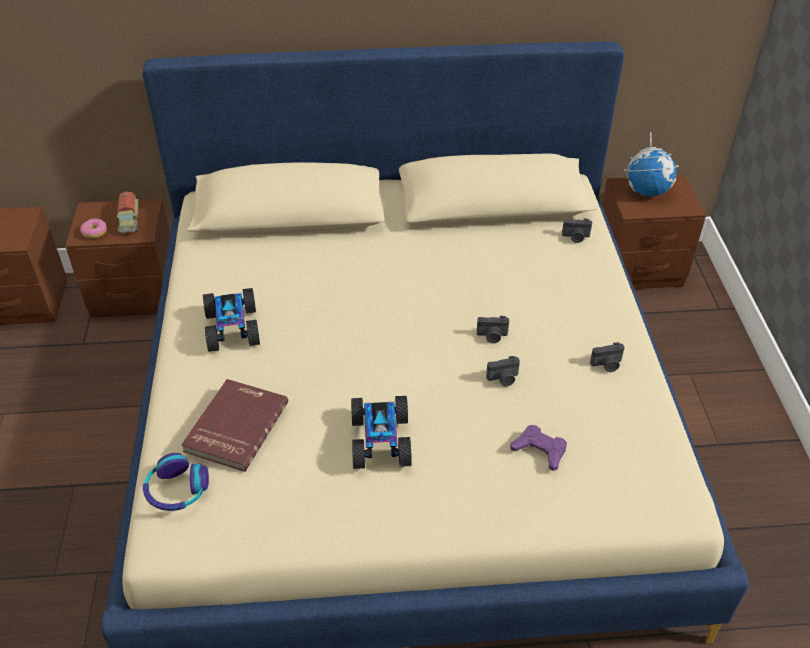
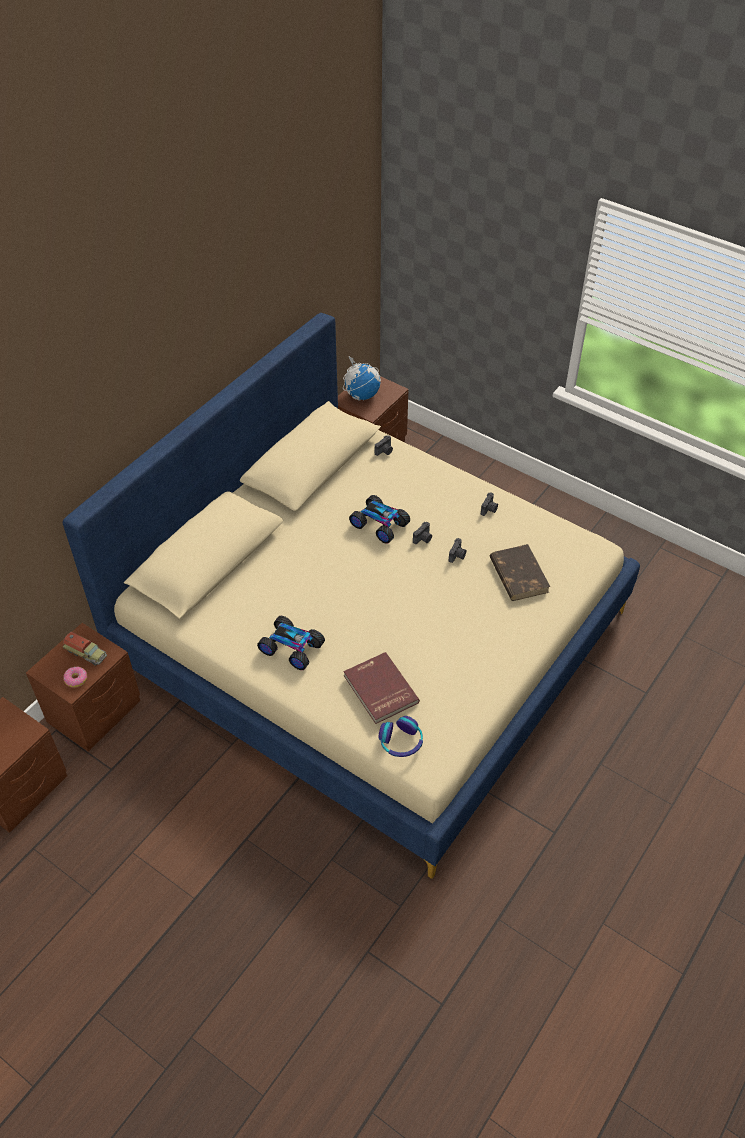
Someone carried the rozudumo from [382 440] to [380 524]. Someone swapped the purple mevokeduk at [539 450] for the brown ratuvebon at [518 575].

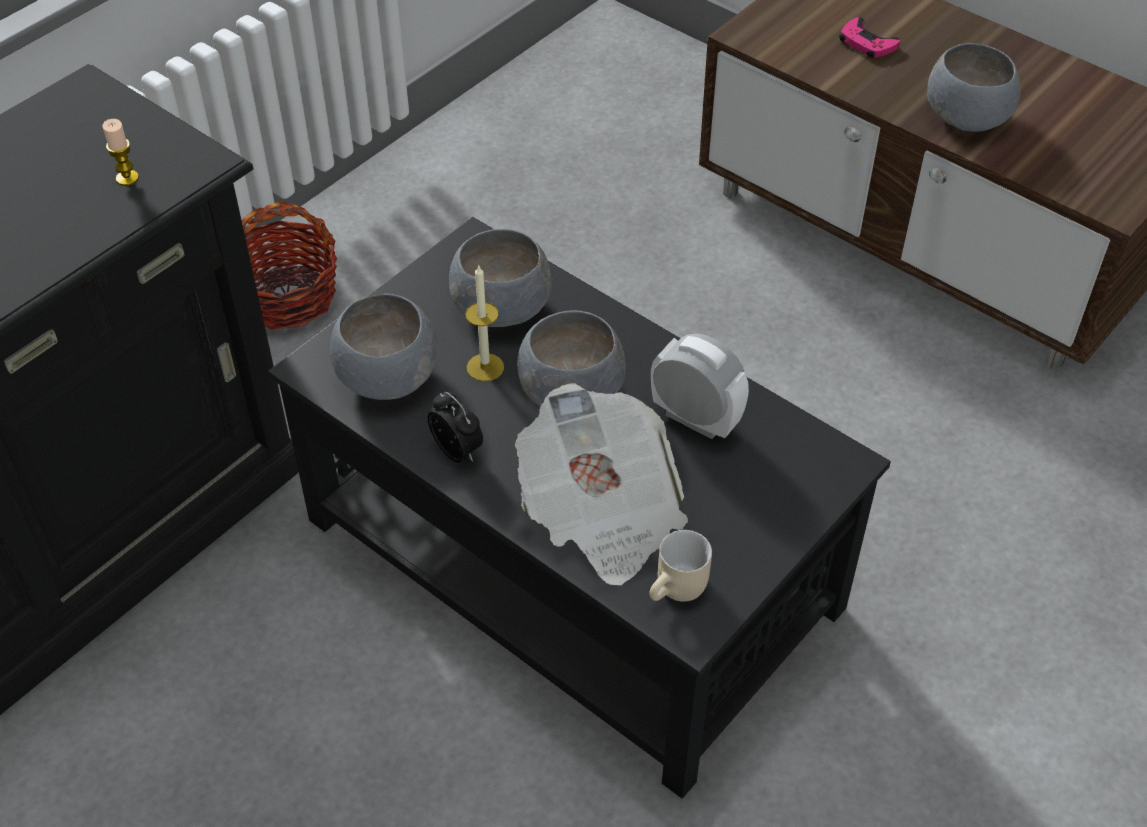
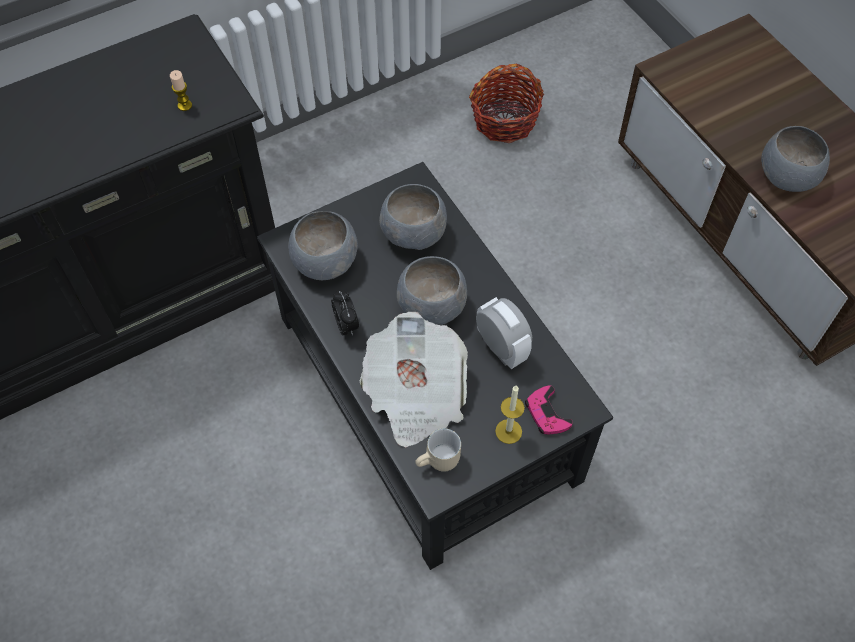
Someone carried the pink mevokeduk from [866 43] to [547 413]. Someone carried the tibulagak from [287 296] to [504 120]. Someone carried the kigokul from [485 367] to [508 431].

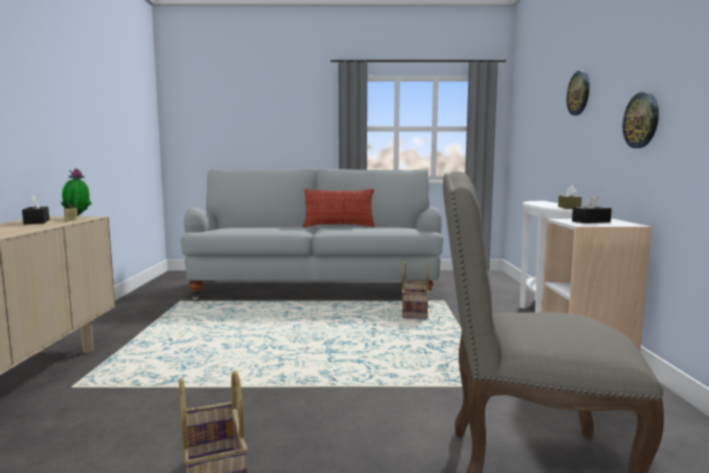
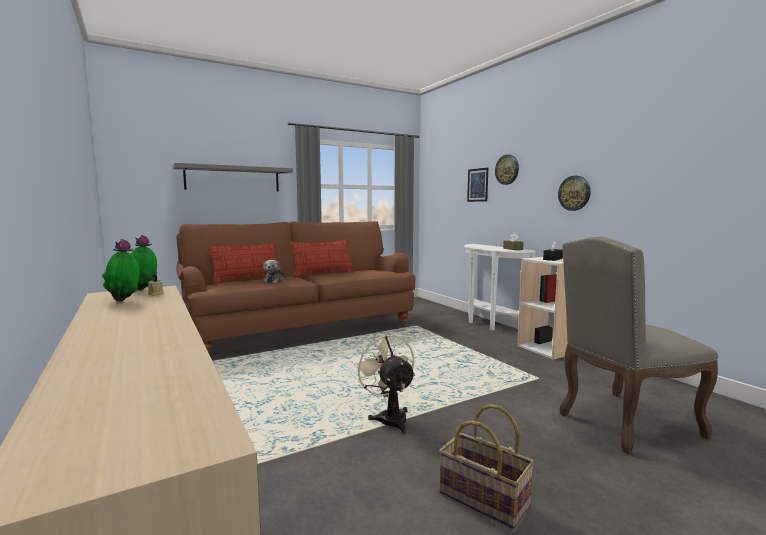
Someone repainted the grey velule at [317 286], which became the brown velule at [301 329]. Someone swapped the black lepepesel at [36 222] for the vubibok at [125 300]. Someone took away the tibulagak at [414 312]. Someone put up the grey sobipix at [233 179]. Someone put up the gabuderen at [477 185]. Someone put down the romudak at [247 279]. Someone put down the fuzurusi at [274 281]. Someone put down the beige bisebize at [389 417].

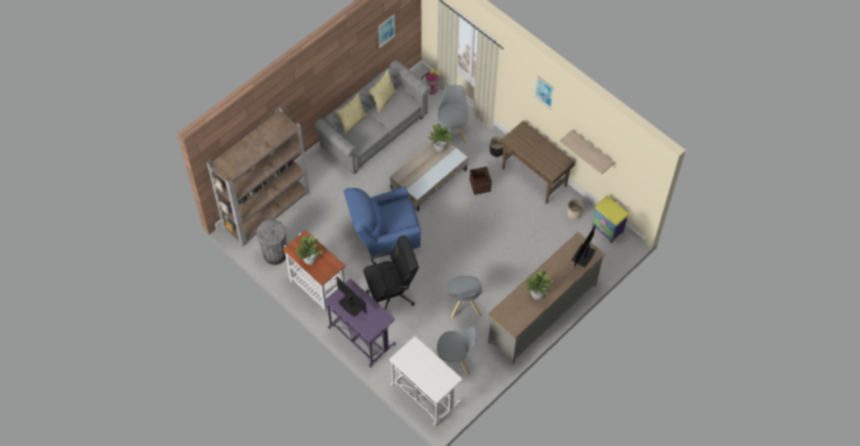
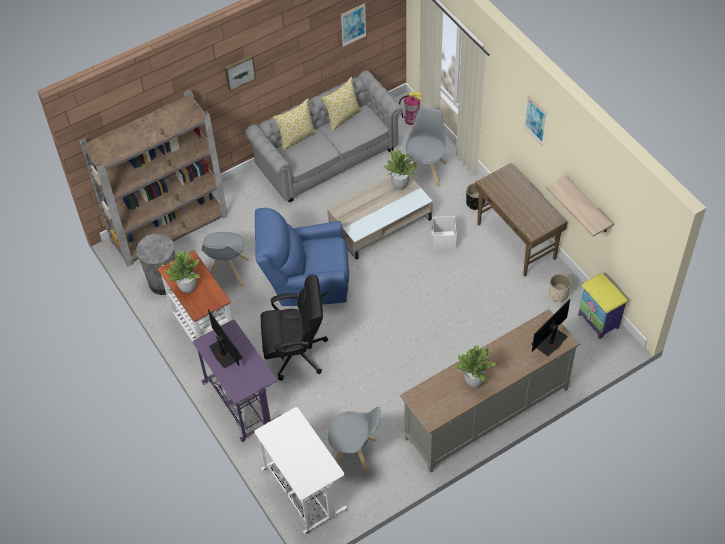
Someone repainted the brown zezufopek at [480 186], which became the white zezufopek at [443 241]. Someone carried the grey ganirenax from [464 306] to [227 272]. Someone put up the gabuderen at [239 72].

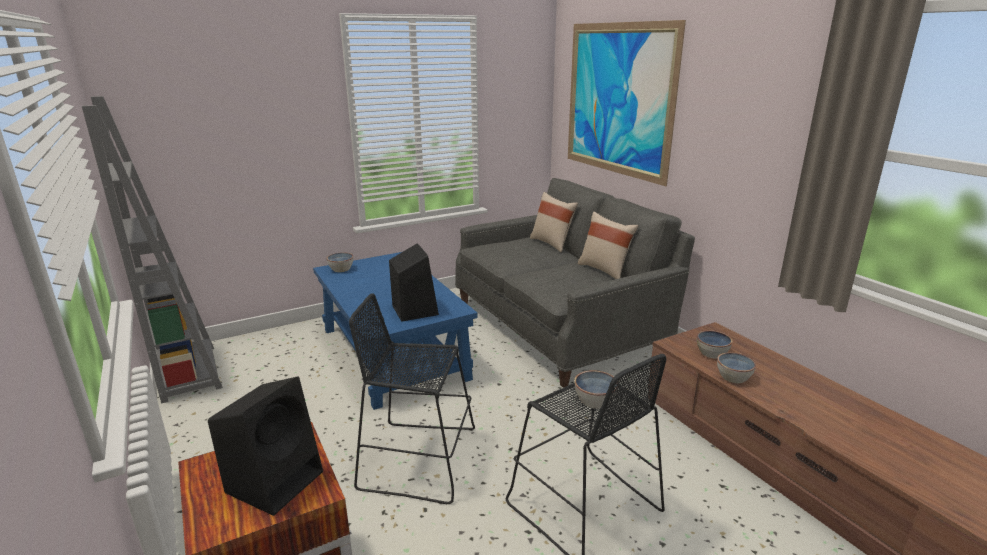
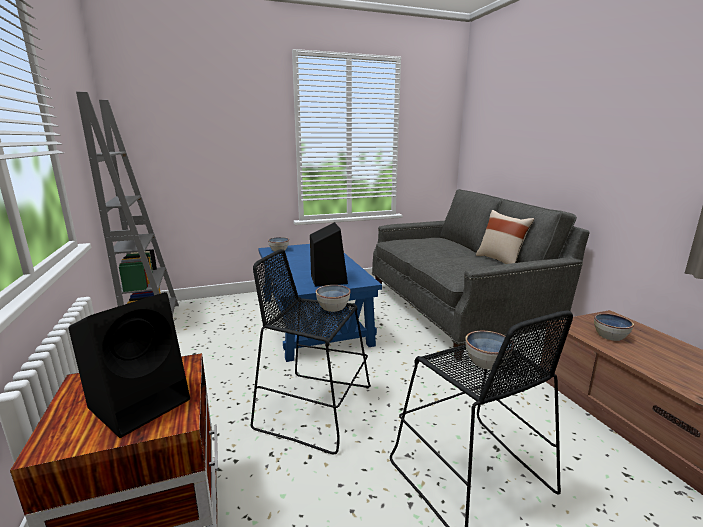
Someone took away the gabuderen at [617 100]. Someone took away the beige romudak at [552 243]. Someone carried the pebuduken from [733 377] to [332 307].

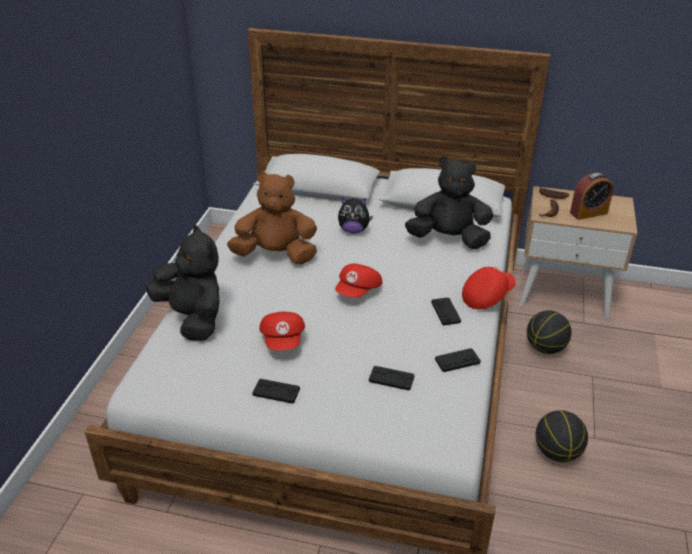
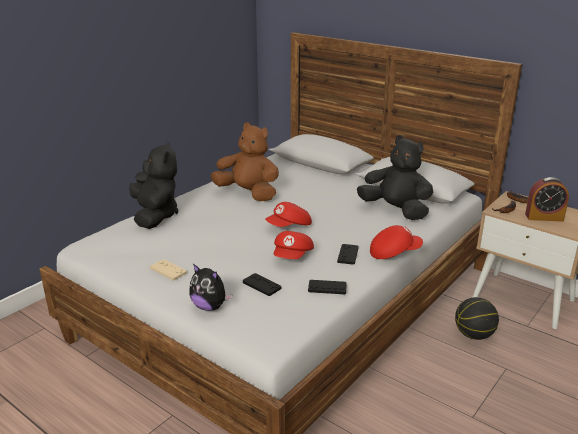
Someone carried the fuzurusi from [353 230] to [210 307]. Someone carried the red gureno from [283 340] to [293 256]. Someone repainted the black mevokeduk at [276 392], which became the beige mevokeduk at [168 270]. Someone took away the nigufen at [557 452].

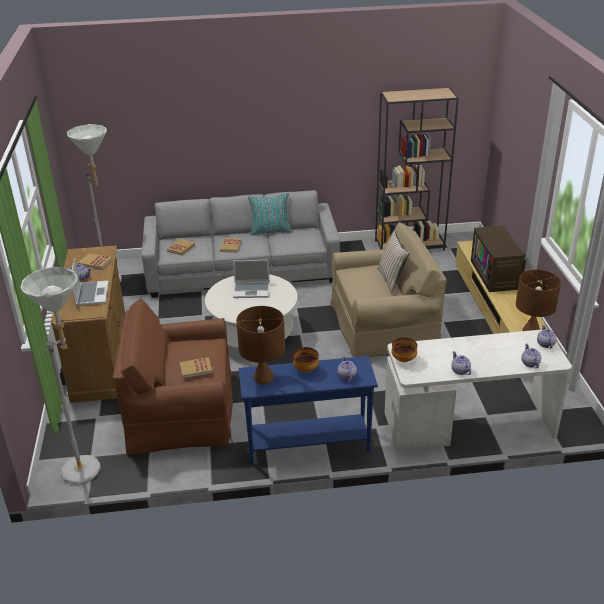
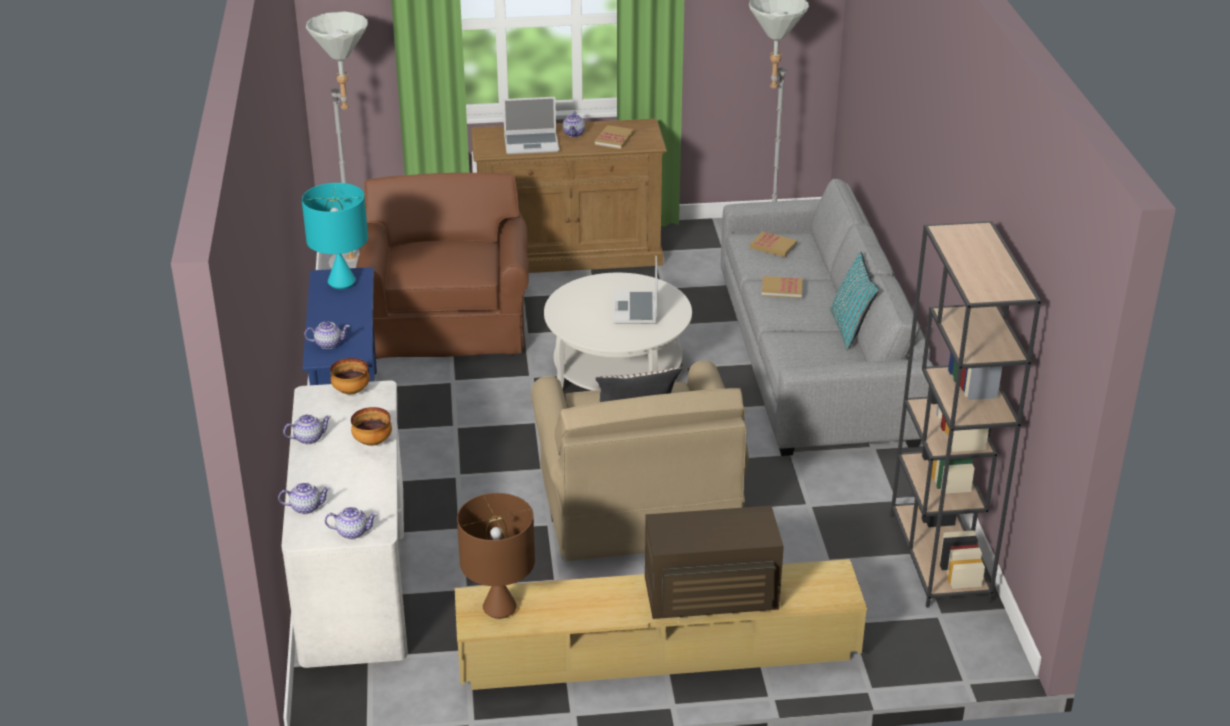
Someone repainted the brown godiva at [263 379], which became the turquoise godiva at [342 284]. Someone carried the pebuduken from [306 369] to [372 442]. Someone took away the ratuvebon at [196 369].

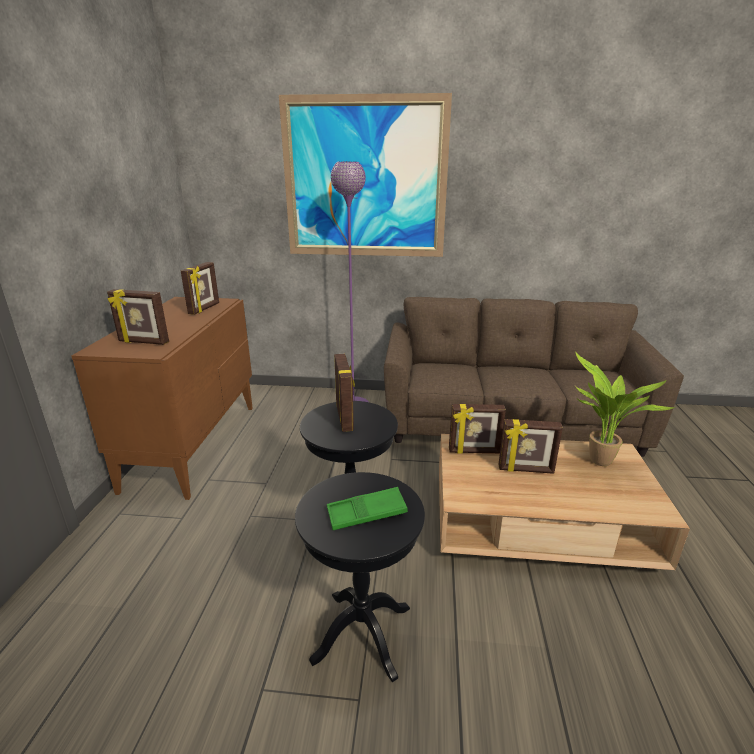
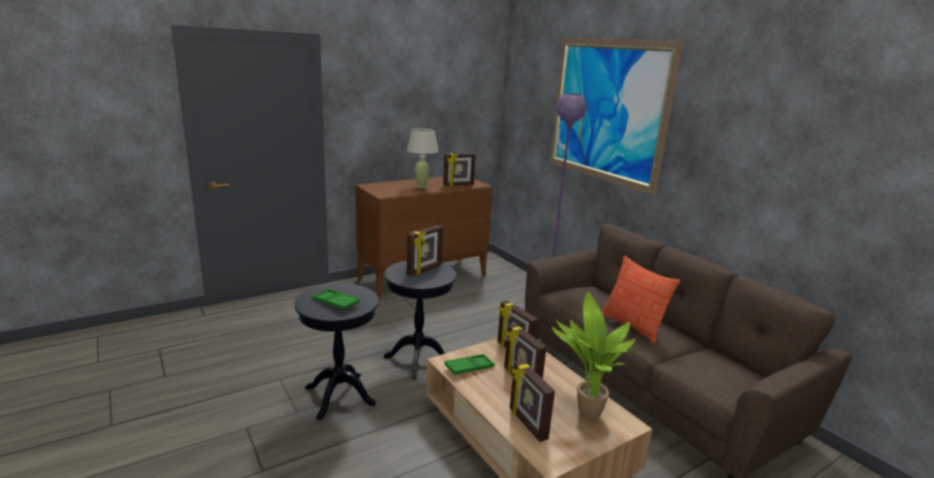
Someone carried the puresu from [143 342] to [527 424]. Someone put down the beige godiva at [421 187]. Someone put down the orange romudak at [632 326]. Someone put down the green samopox at [469 367].

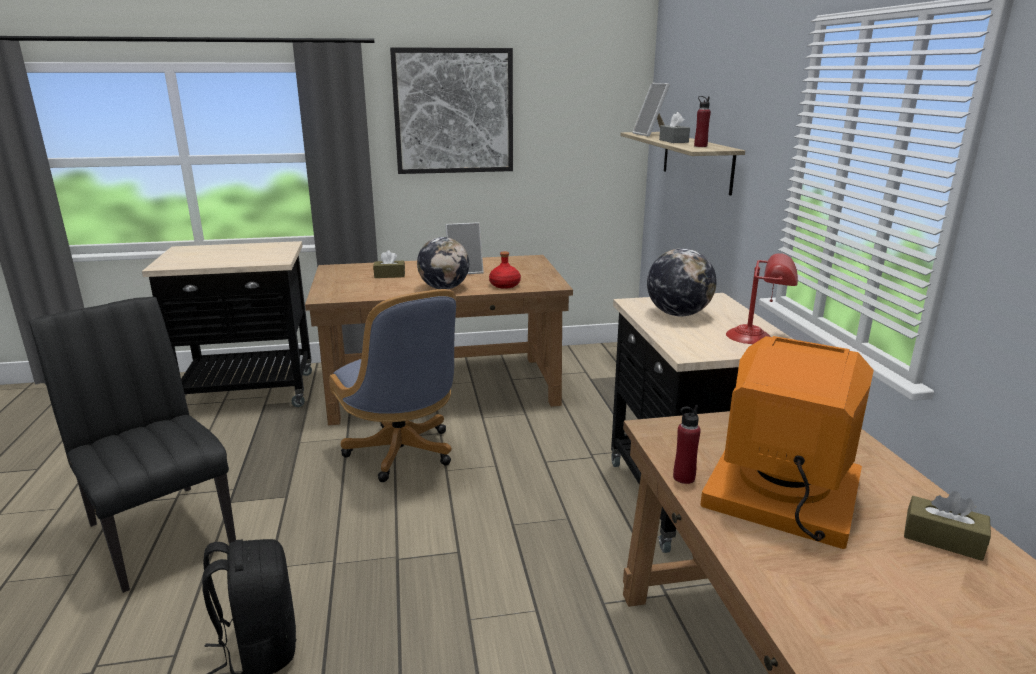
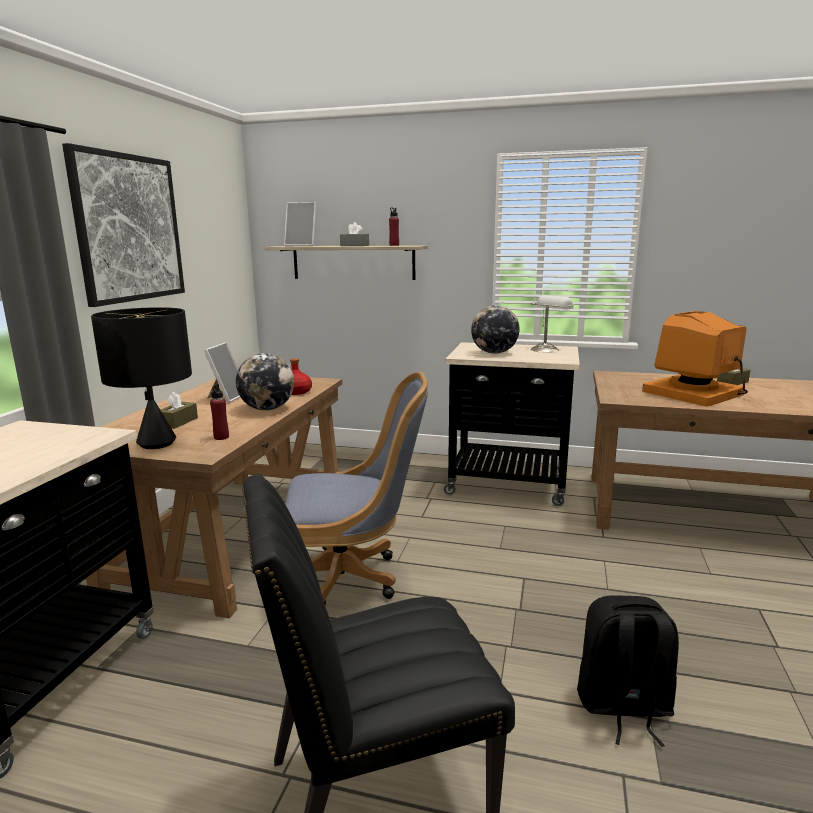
Someone repainted the red godiva at [758 337], which became the white godiva at [547 348]. Someone carried the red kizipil from [683 477] to [221 437]. Someone put down the black godiva at [157 444].

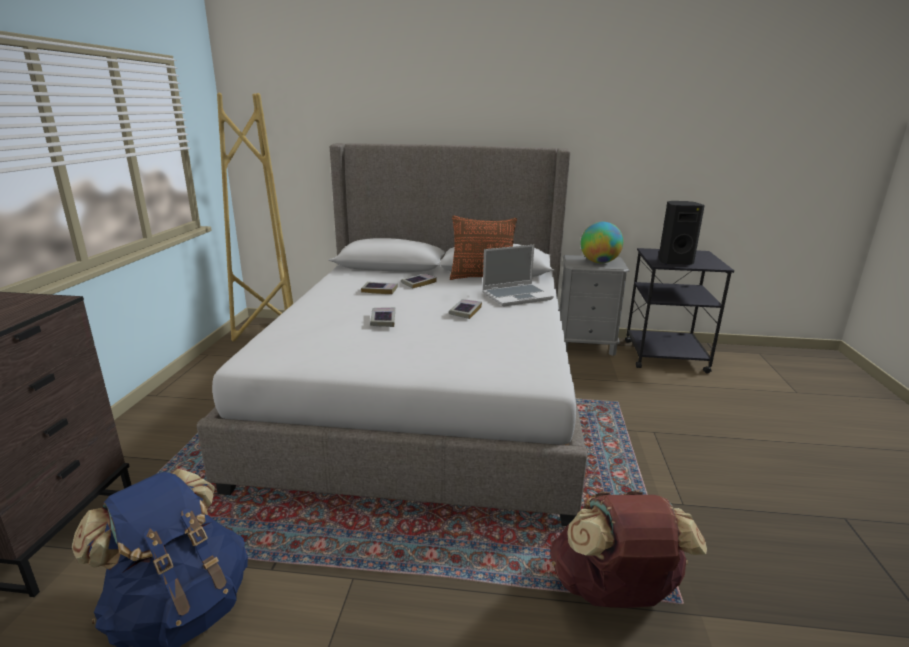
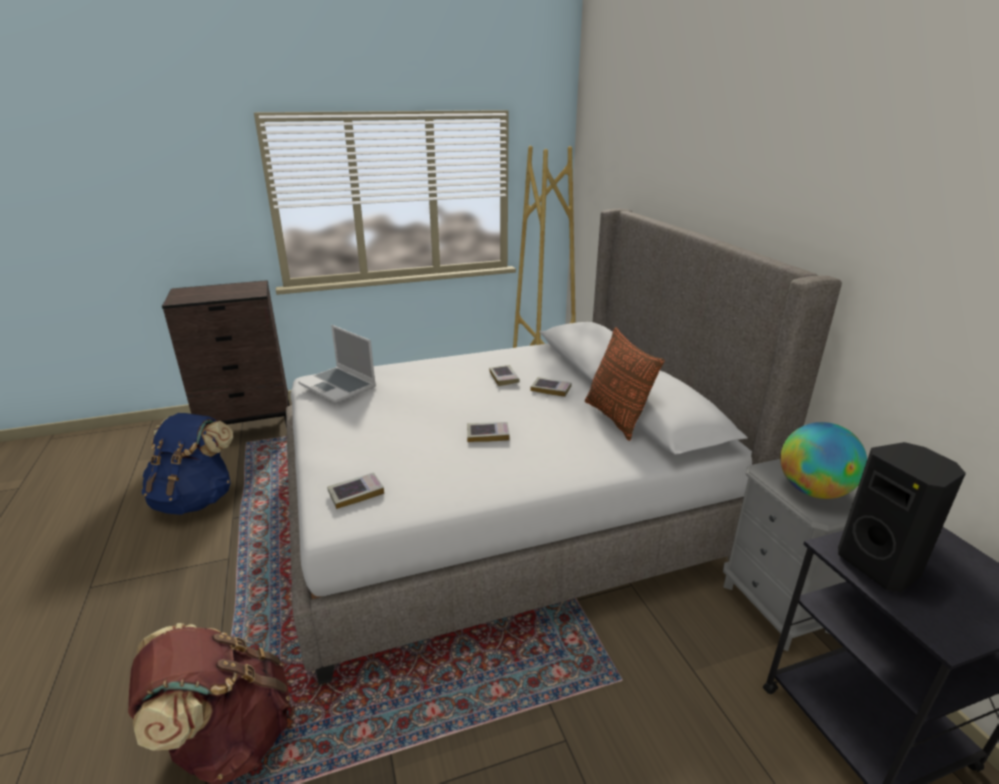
Someone carried the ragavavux from [517 296] to [339 386]. Someone carried the ratuvebon from [383 320] to [356 493].

